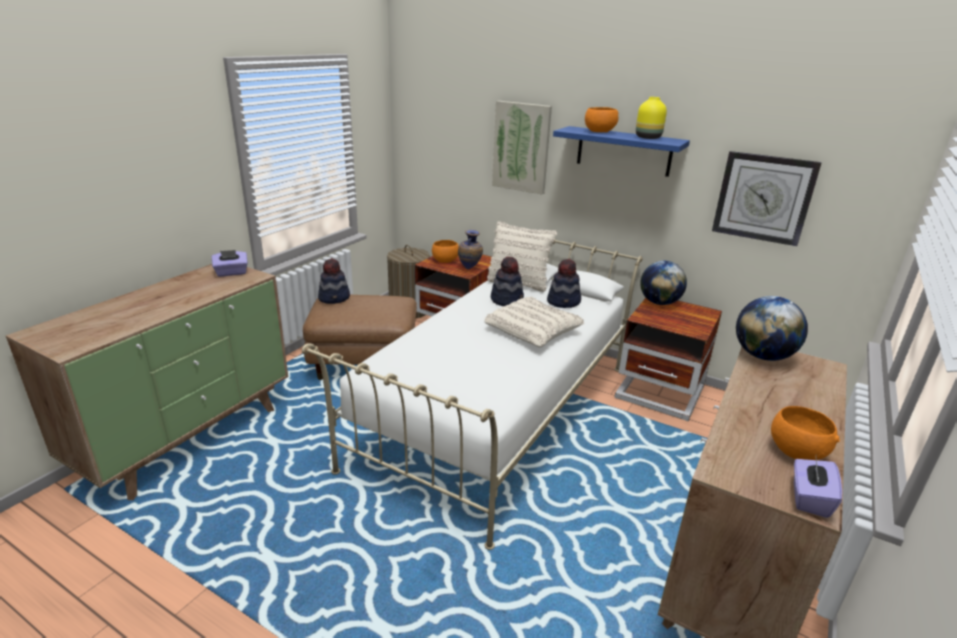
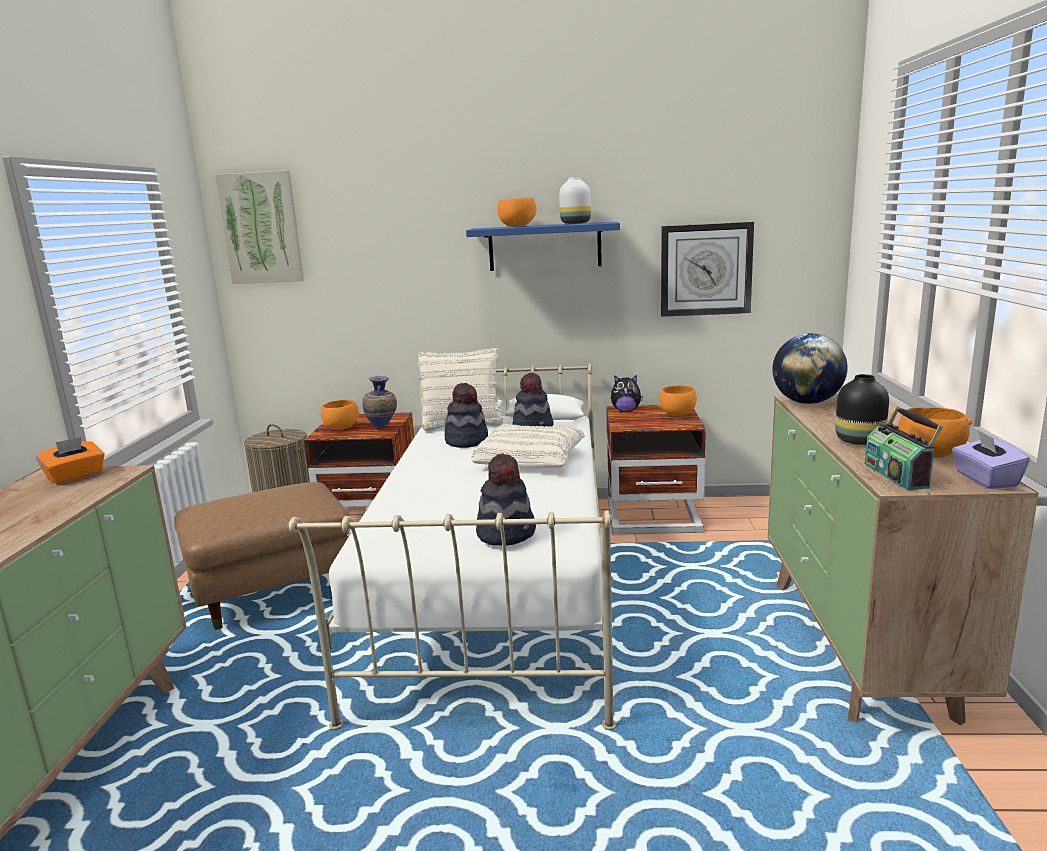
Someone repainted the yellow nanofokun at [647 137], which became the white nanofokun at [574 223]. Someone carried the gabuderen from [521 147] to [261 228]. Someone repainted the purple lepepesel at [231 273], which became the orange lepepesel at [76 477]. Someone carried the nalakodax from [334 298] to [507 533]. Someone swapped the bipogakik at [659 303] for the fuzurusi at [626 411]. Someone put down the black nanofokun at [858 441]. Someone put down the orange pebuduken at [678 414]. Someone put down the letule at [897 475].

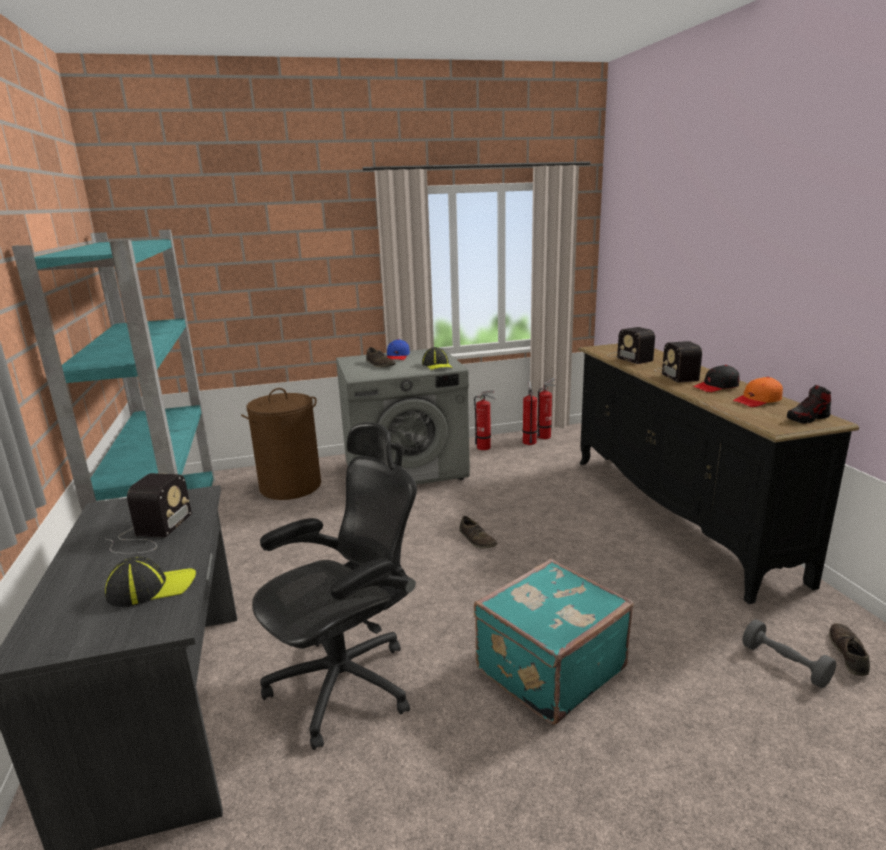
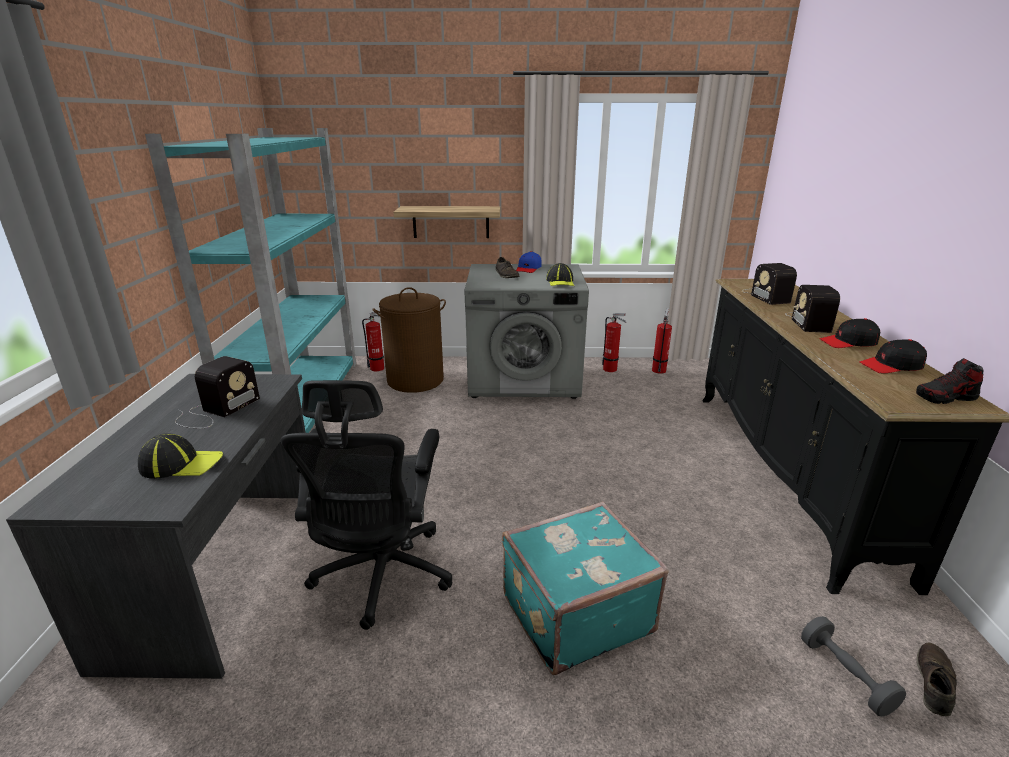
Someone repainted the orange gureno at [757 400], which became the black gureno at [891 366]. Someone carried the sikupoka from [545 436] to [379 368]. Someone rotated the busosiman at [348 681] by 120 degrees clockwise. Someone took away the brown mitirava at [477 539]. Someone put up the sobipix at [451 222].

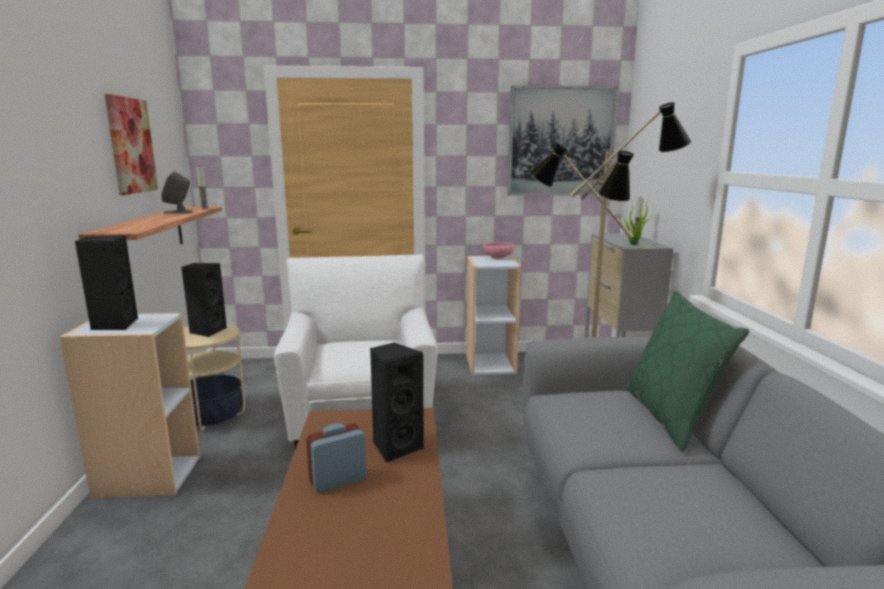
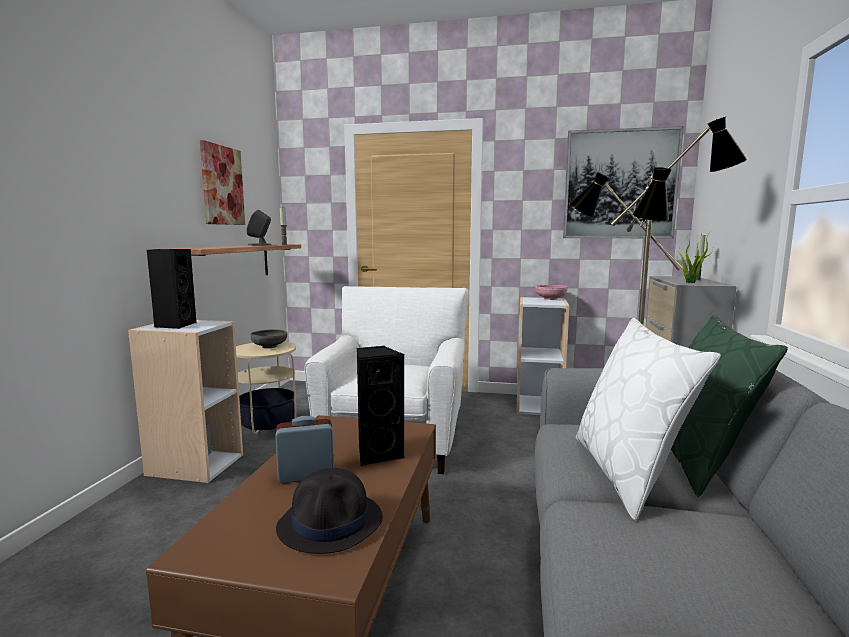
Someone swapped the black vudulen at [207 331] for the grey pebuduken at [269 346]. Someone put down the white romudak at [628 473]. Someone put down the black nalakodax at [331 522].

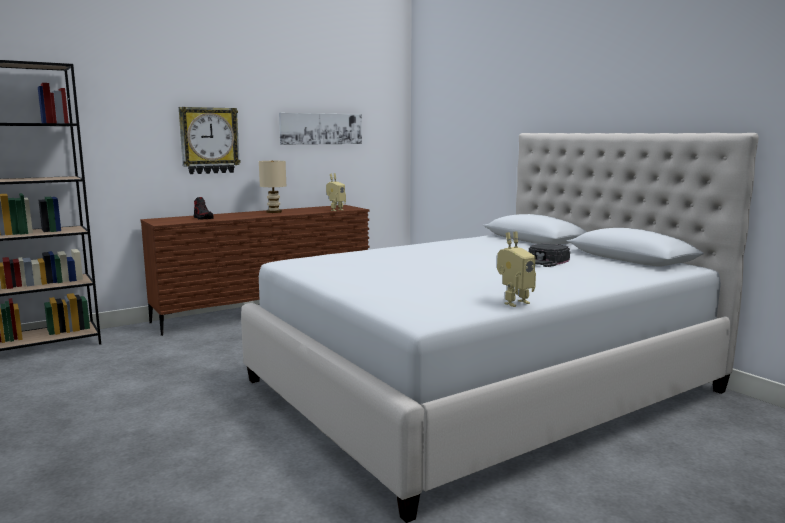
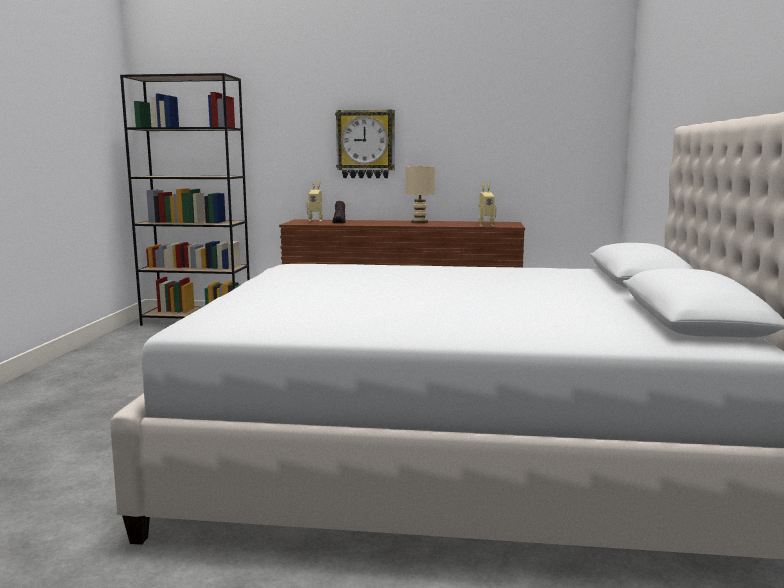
Someone took away the gabuderen at [321 129]. Someone carried the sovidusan from [513 302] to [316 221]. Someone took away the black gureno at [546 261].

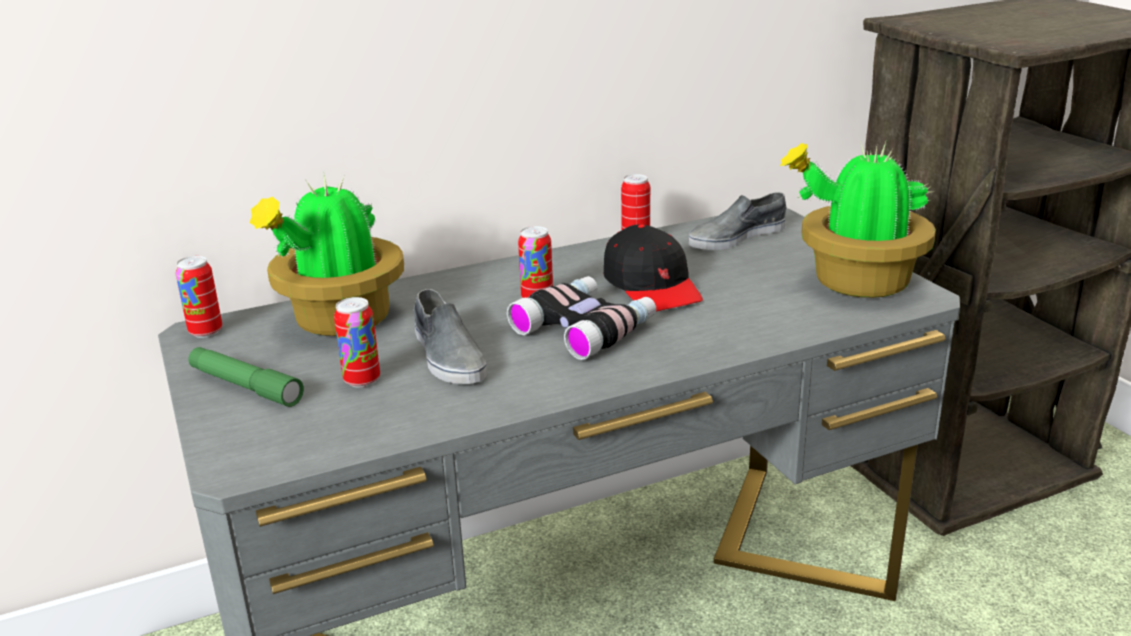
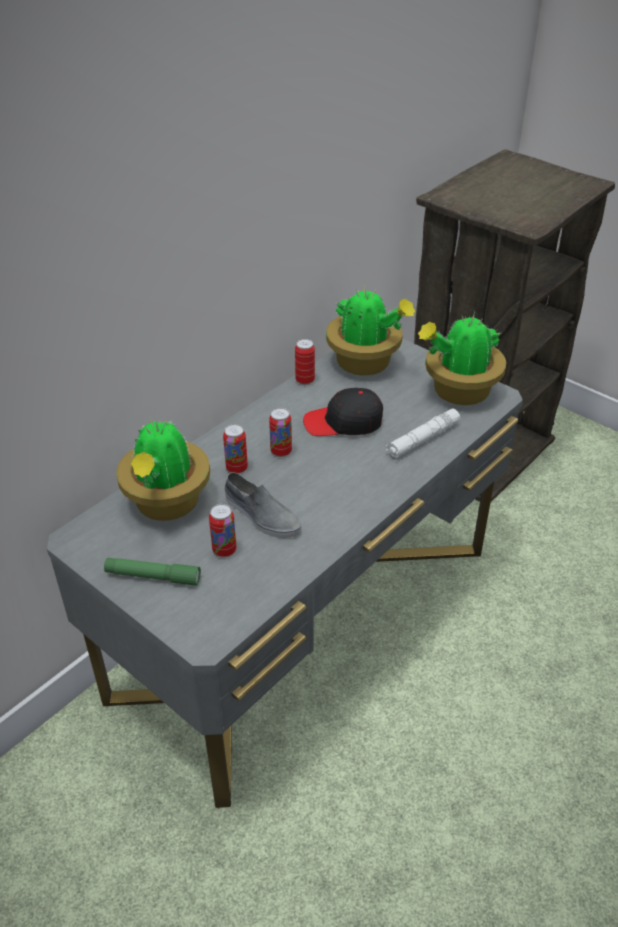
Someone swapped the grey mitirava at [736 236] for the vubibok at [365 364]. Someone rotated the black gureno at [652 286] by 135 degrees clockwise. Someone carried the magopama from [206 332] to [236 468]. Someone took away the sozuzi at [586 327]. Someone put down the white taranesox at [422 439].

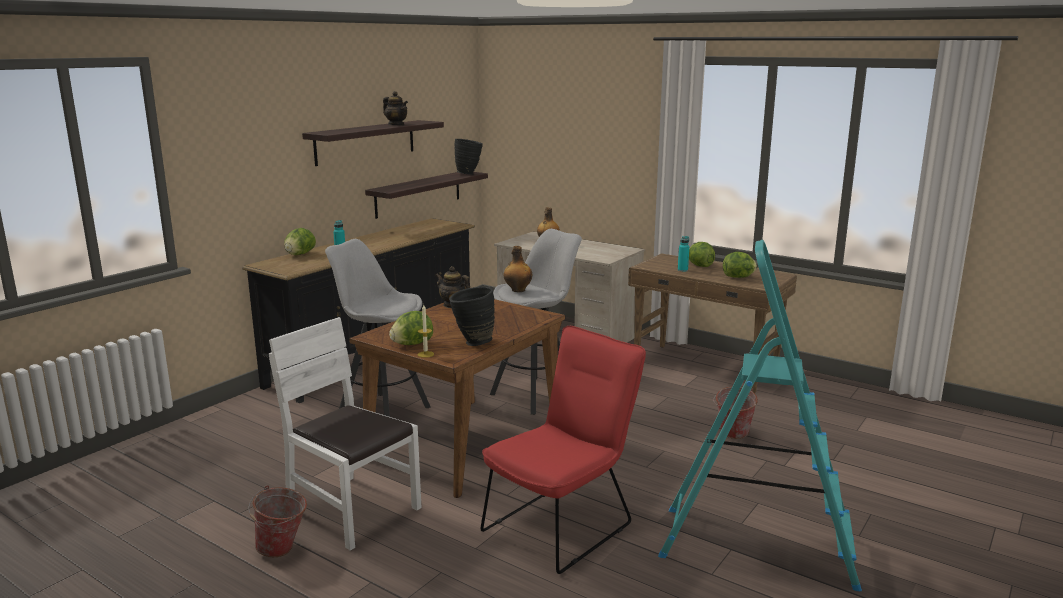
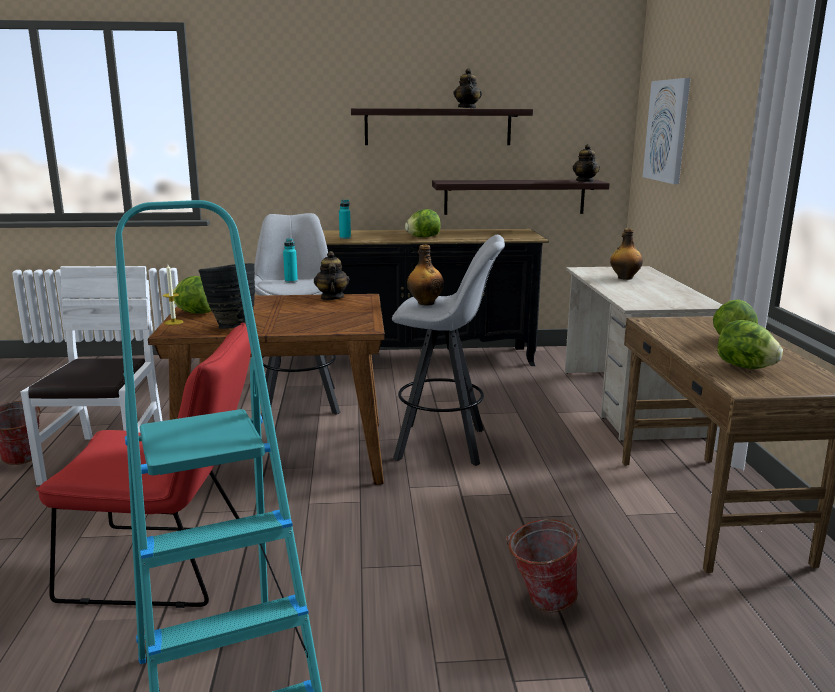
Someone swapped the black nanofokun at [469 174] for the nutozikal at [585 181]. Someone carried the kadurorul from [300 254] to [423 237]. Someone carried the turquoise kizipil from [682 270] to [291 281]. Someone put up the gabuderen at [667 131].

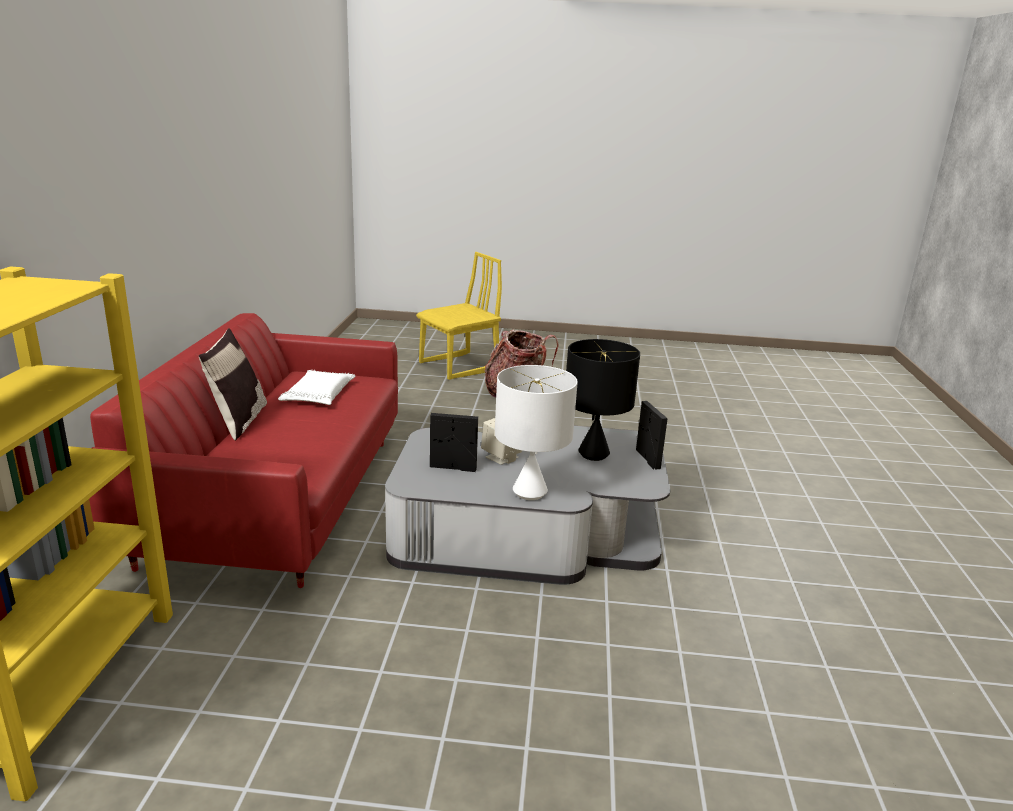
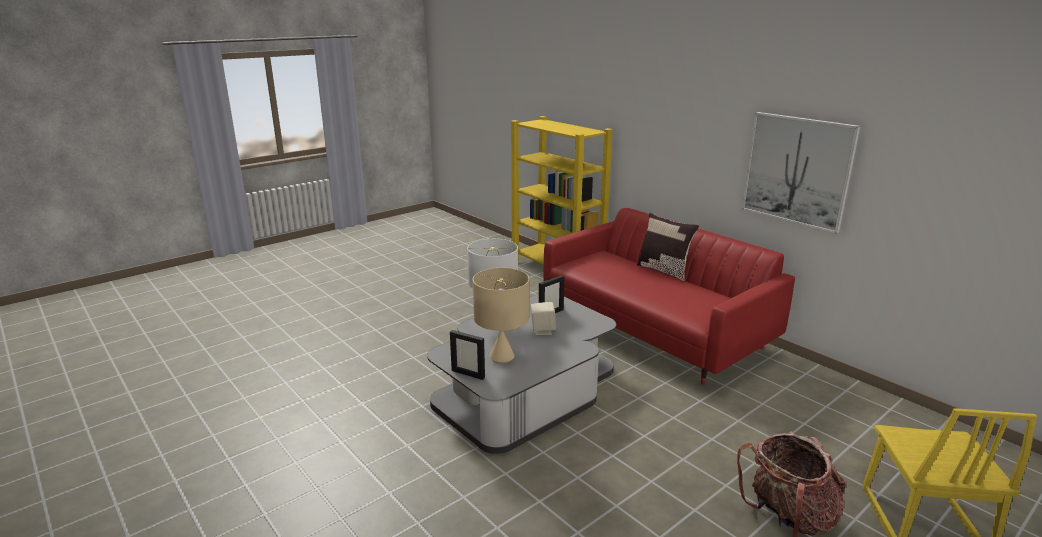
Someone repainted the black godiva at [593 455], which became the beige godiva at [502 359]. Someone took away the white romudak at [319 393]. Someone put up the gabuderen at [797 170].

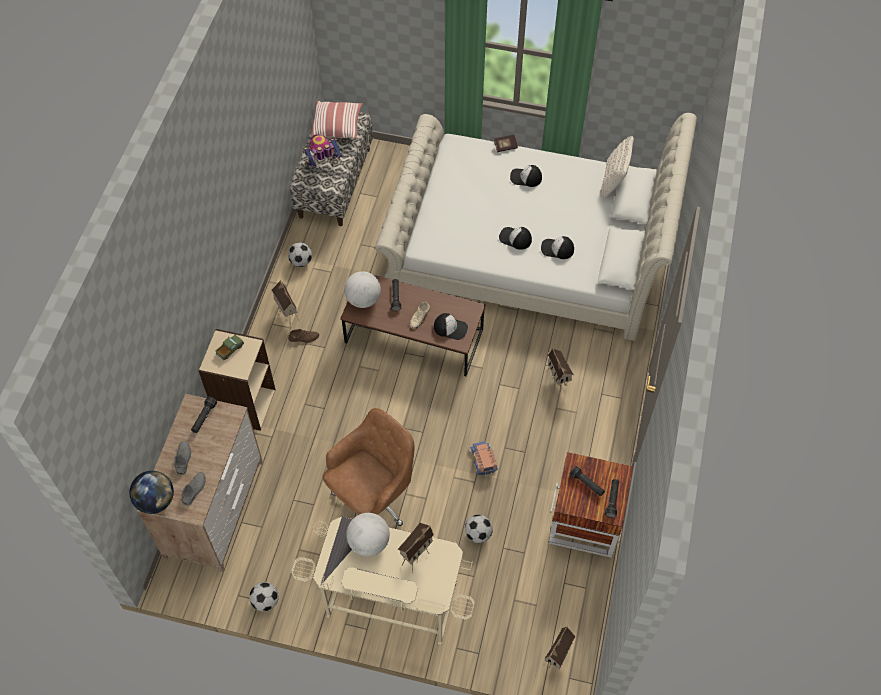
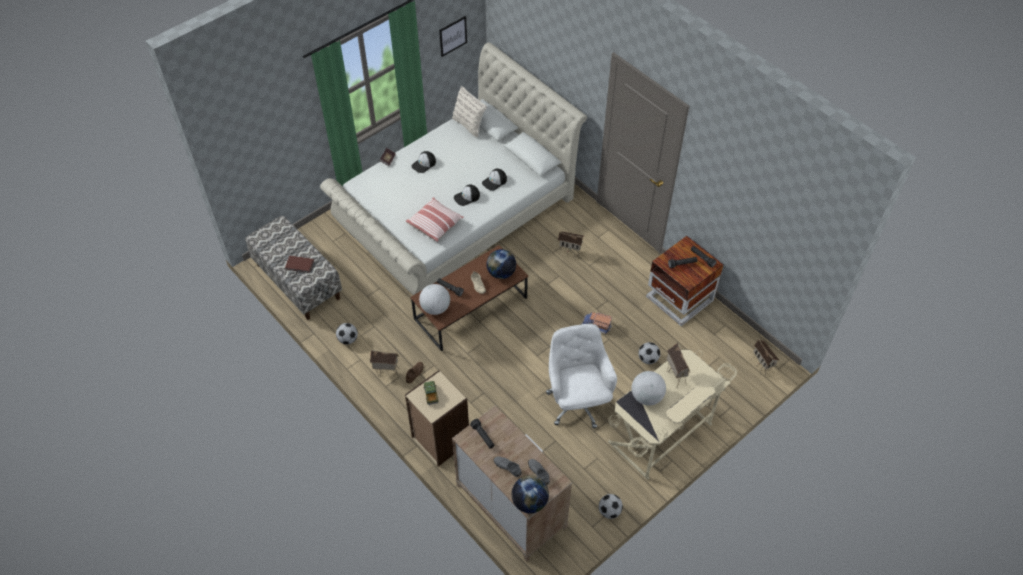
Someone carried the romudak from [337 126] to [435 224]. Someone swapped the sovidusan at [323 164] for the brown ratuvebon at [299 265]. Someone swapped the gureno at [450 328] for the bipogakik at [501 273]. Someone repainted the brown busosiman at [373 499], which became the white busosiman at [578 403]. Someone put up the gabuderen at [453 36].

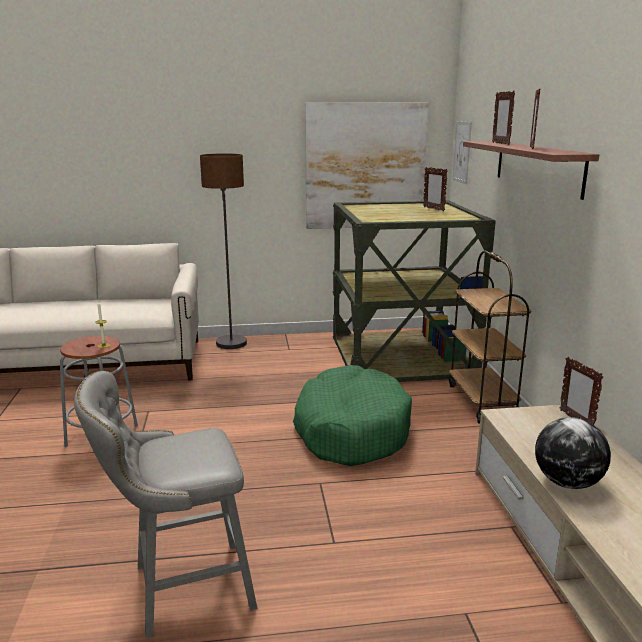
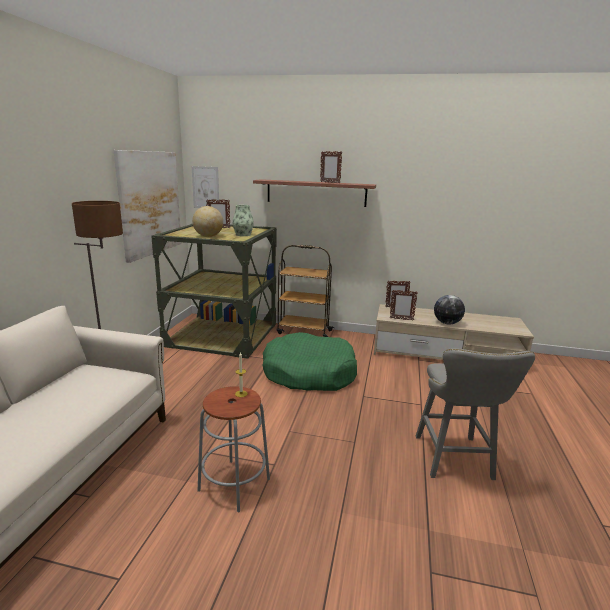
Someone carried the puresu from [500 144] to [401 319]. Someone put down the nanofokun at [243 235]. Someone put down the bipogakik at [208 236].

